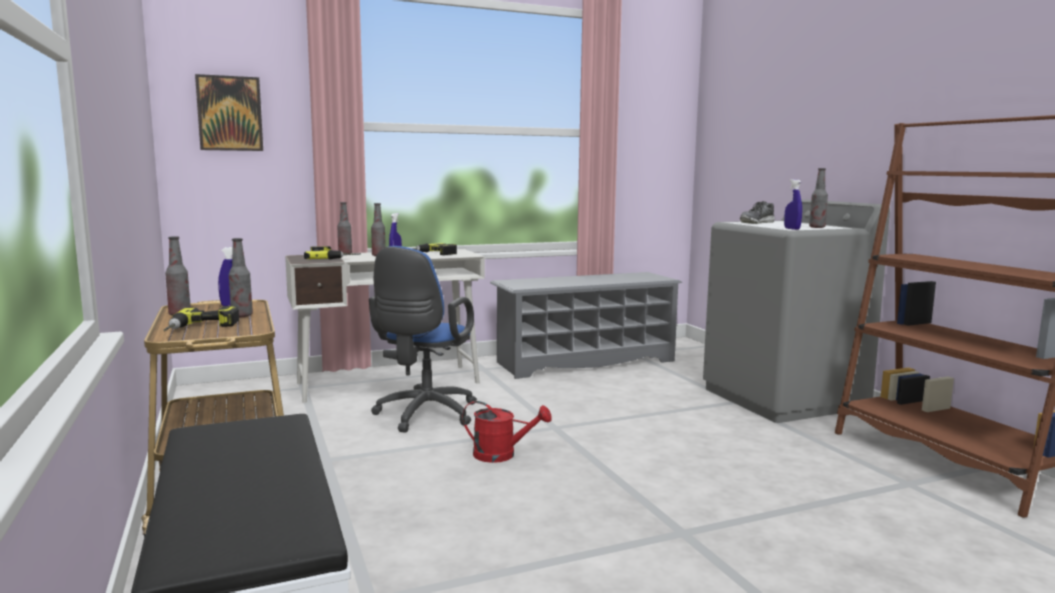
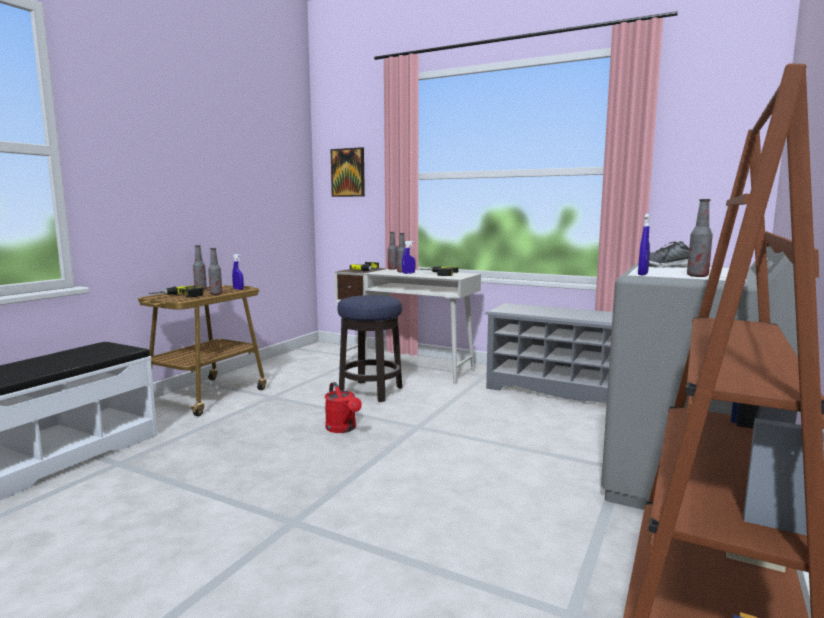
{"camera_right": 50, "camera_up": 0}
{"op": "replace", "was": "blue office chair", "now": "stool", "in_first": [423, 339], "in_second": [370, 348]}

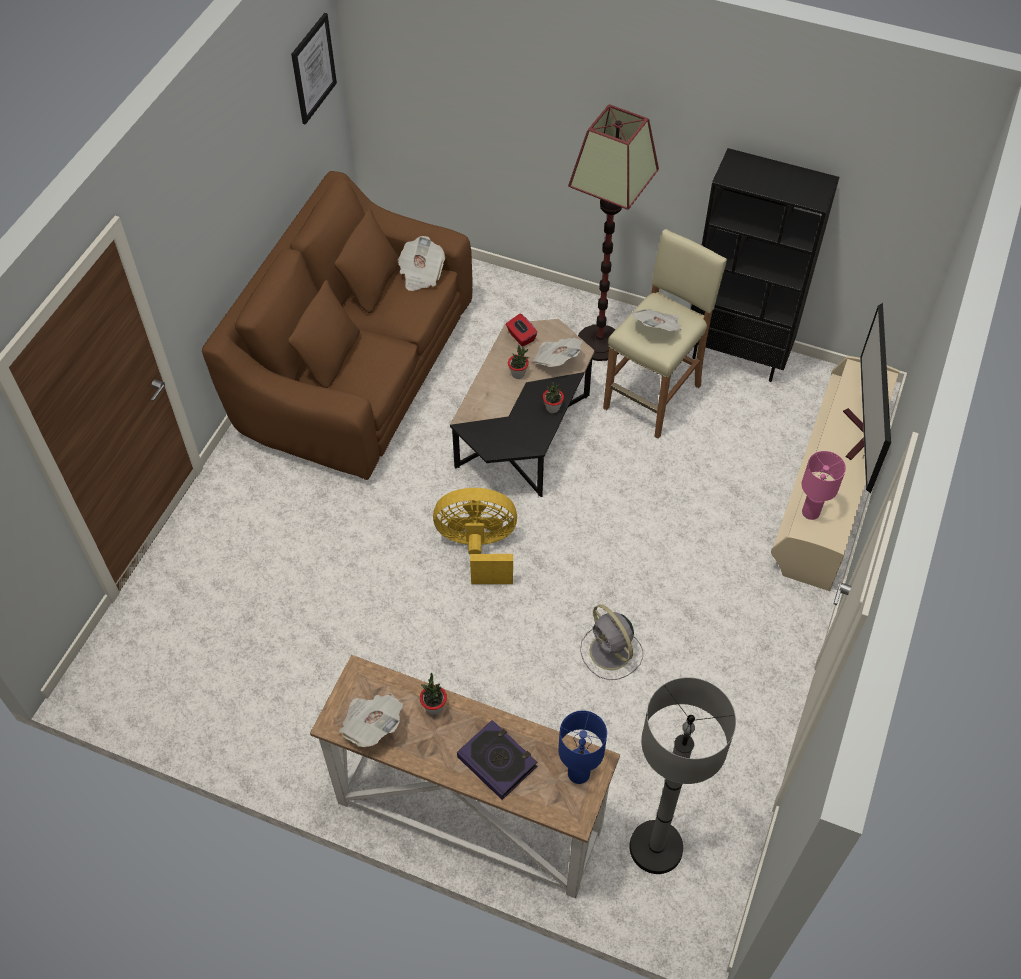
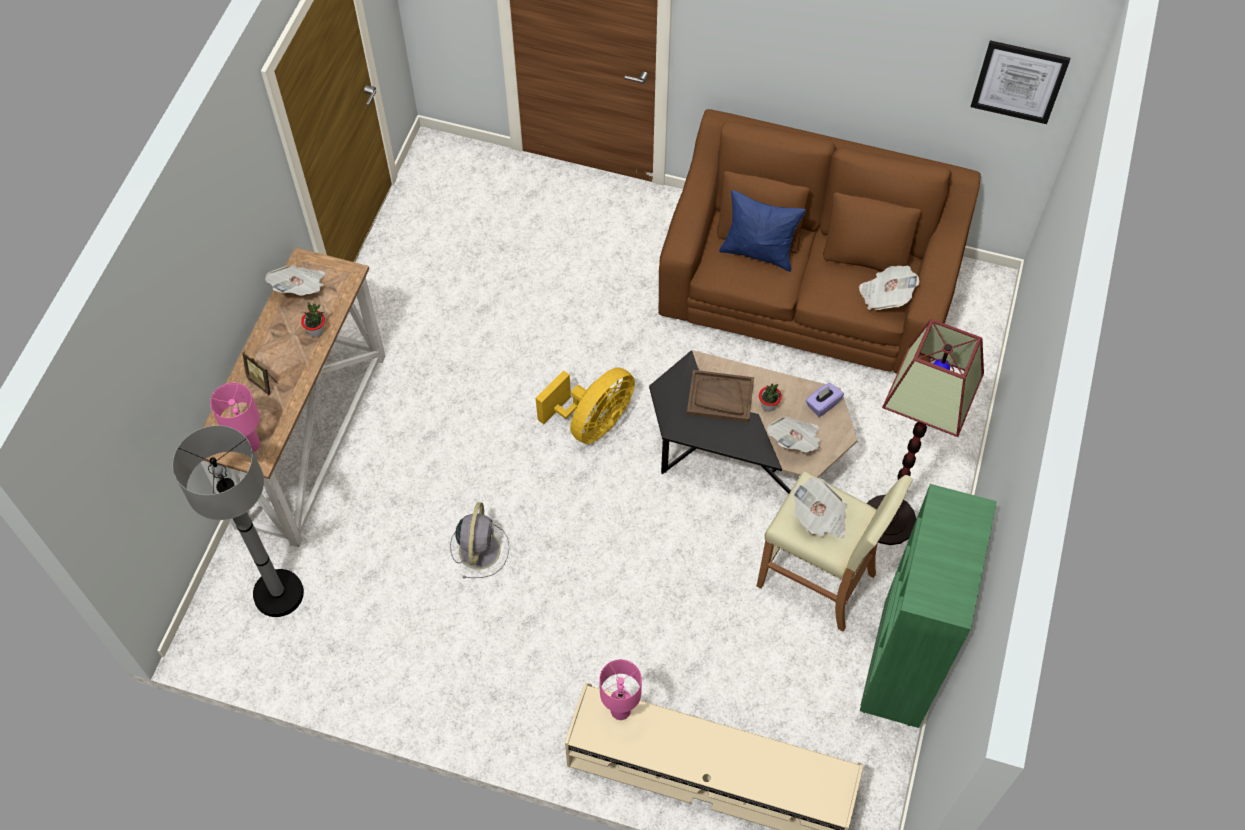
{"camera_right": 85, "camera_up": 5}
{"op": "delete", "was": "potted plant", "in_first": [553, 397]}
{"op": "delete", "was": "television", "in_first": [867, 398]}
{"op": "insert", "now": "brown tray", "in_second": [720, 396]}
{"op": "insert", "now": "blue pillow", "in_second": [762, 231]}
{"op": "replace", "was": "book", "now": "picture frame", "in_first": [497, 760], "in_second": [260, 373]}
{"op": "recolor", "was": "red tissue box", "now": "purple tissue box", "in_first": [521, 330], "in_second": [825, 400]}
{"op": "recolor", "was": "blue table lamp", "now": "pink table lamp", "in_first": [582, 747], "in_second": [235, 417]}
{"op": "recolor", "was": "black bookcase", "now": "green bookcase", "in_first": [765, 265], "in_second": [928, 606]}
{"op": "rotate", "was": "yellow fan", "in_first": [475, 536], "in_second": [585, 406], "clockwise": 45}
{"op": "rotate", "was": "grey fan", "in_first": [611, 642], "in_second": [479, 540], "clockwise": 135}

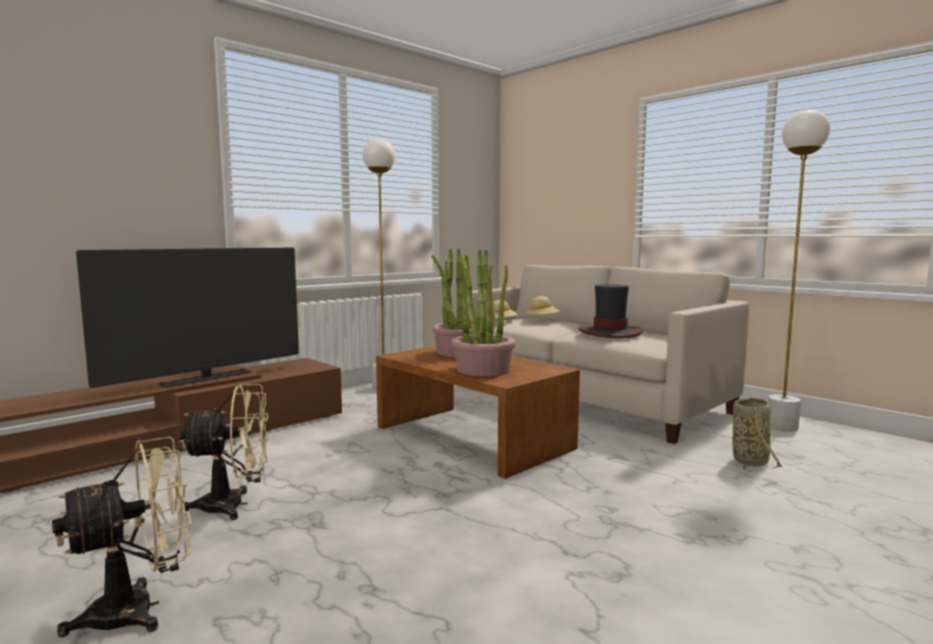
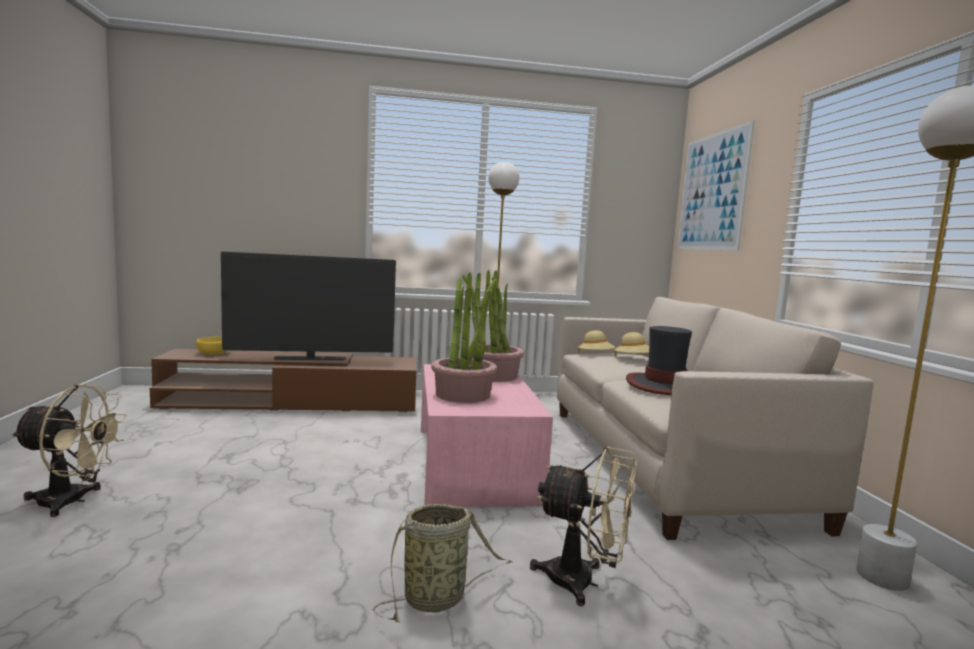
{"camera_right": 35, "camera_up": 0}
{"op": "insert", "now": "yellow bowl", "in_second": [211, 346]}
{"op": "insert", "now": "picture", "in_second": [716, 185]}
{"op": "move", "was": "beige fan", "in_first": [224, 452], "in_second": [583, 526]}
{"op": "move", "was": "basket", "in_first": [757, 434], "in_second": [443, 563]}
{"op": "recolor", "was": "brown coffee table", "now": "pink coffee table", "in_first": [478, 412], "in_second": [487, 435]}

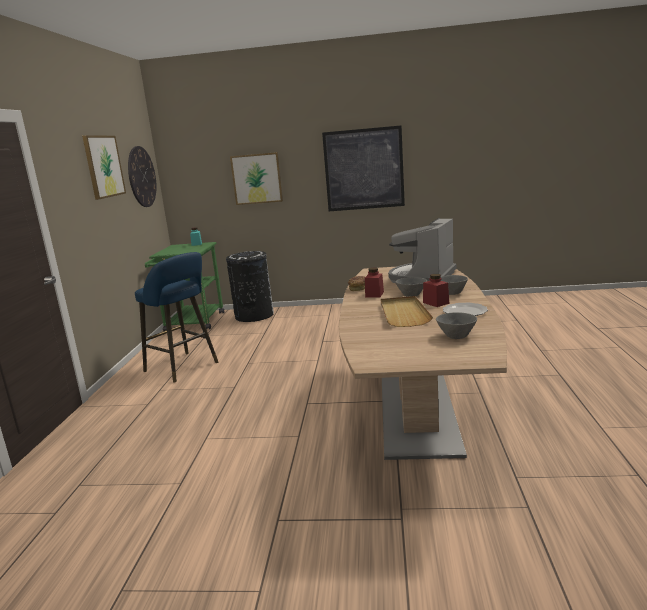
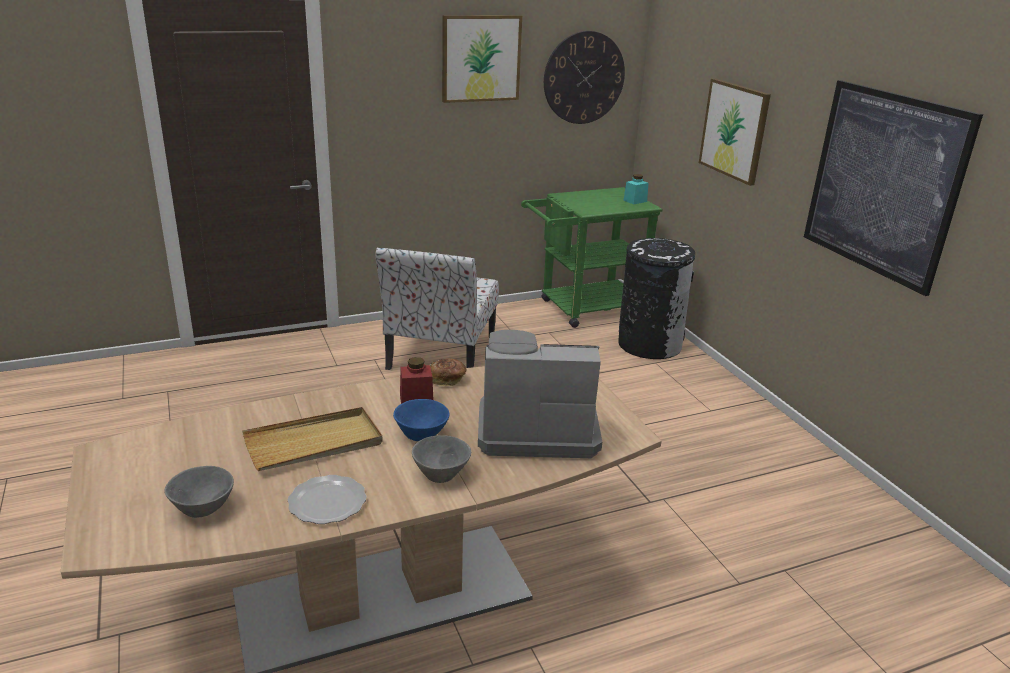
{"camera_right": 60, "camera_up": 10}
{"op": "delete", "was": "red jar", "in_first": [436, 290]}
{"op": "replace", "was": "blue stool", "now": "chair", "in_first": [176, 317], "in_second": [437, 308]}
{"op": "recolor", "was": "grey bowl", "now": "blue bowl", "in_first": [411, 287], "in_second": [421, 420]}

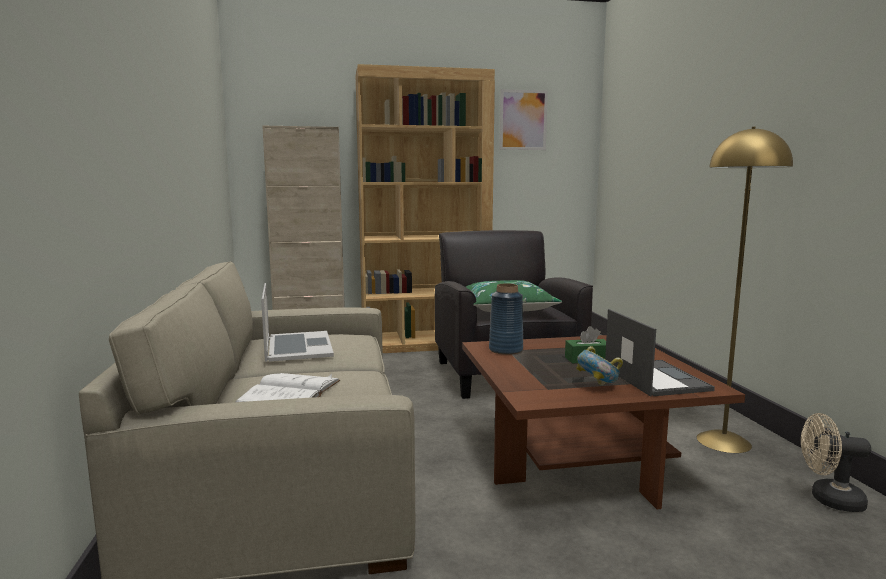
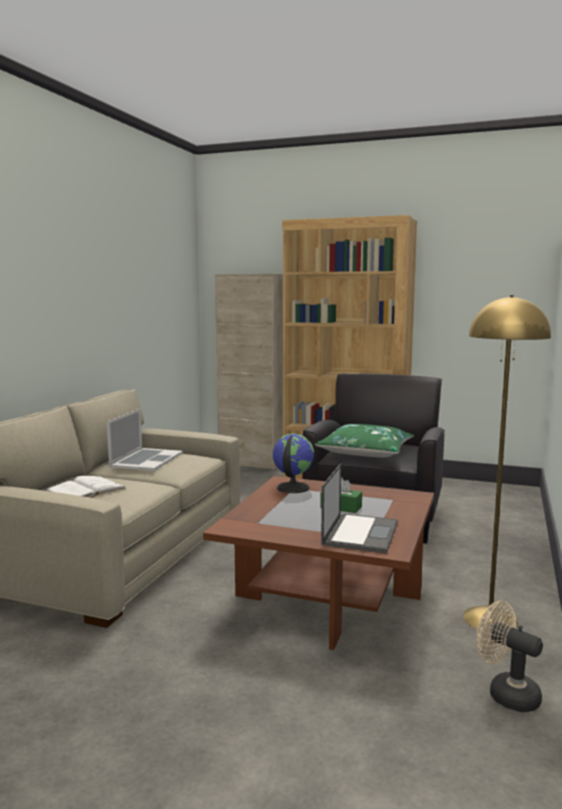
{"camera_right": 30, "camera_up": 0}
{"op": "delete", "was": "picture", "in_first": [524, 119]}
{"op": "delete", "was": "bowl", "in_first": [599, 366]}
{"op": "replace", "was": "blue vase", "now": "globe", "in_first": [506, 319], "in_second": [293, 463]}

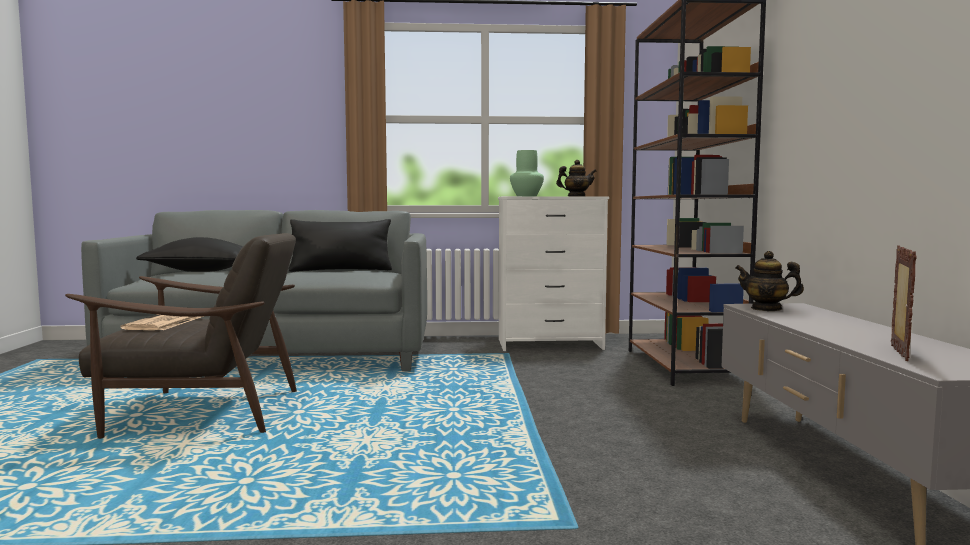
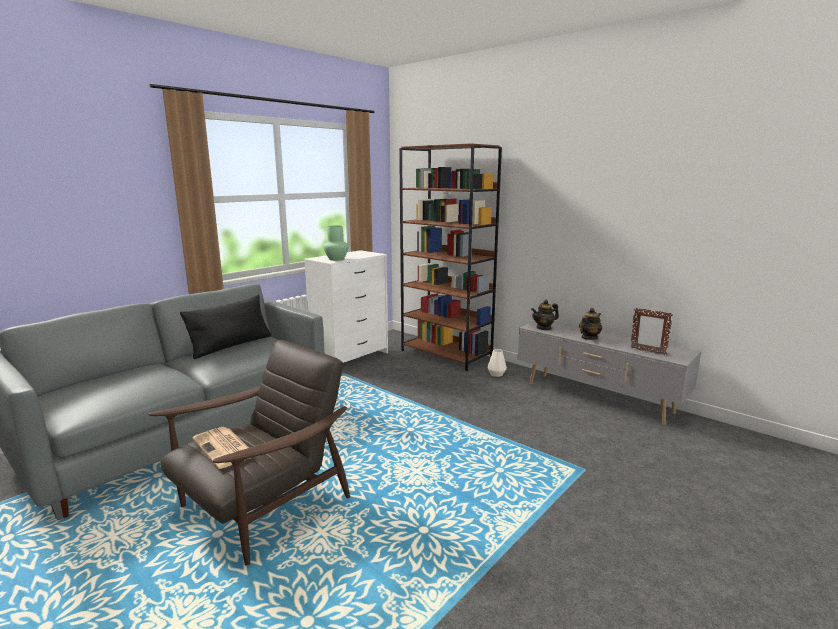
{"camera_right": -45, "camera_up": 10}
{"op": "delete", "was": "black pillow", "in_first": [189, 254]}
{"op": "insert", "now": "white vase", "in_second": [497, 363]}
{"op": "move", "was": "teapot", "in_first": [576, 178], "in_second": [590, 324]}
{"op": "rotate", "was": "picture frame", "in_first": [904, 303], "in_second": [651, 331], "clockwise": 150}

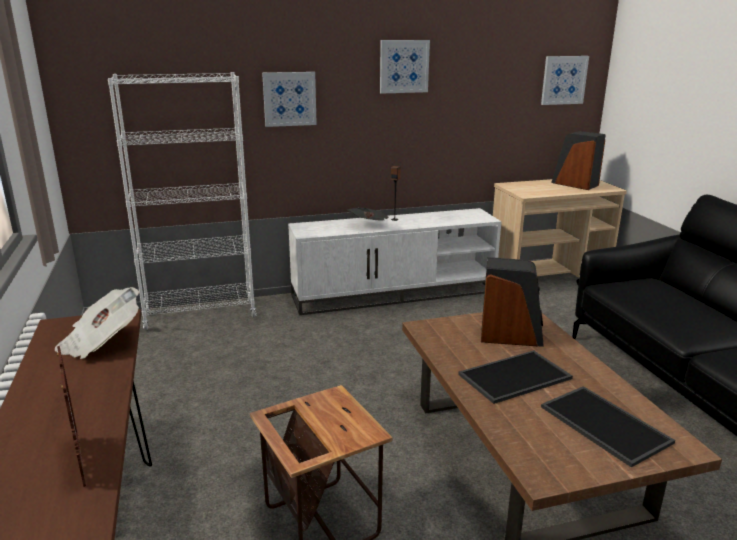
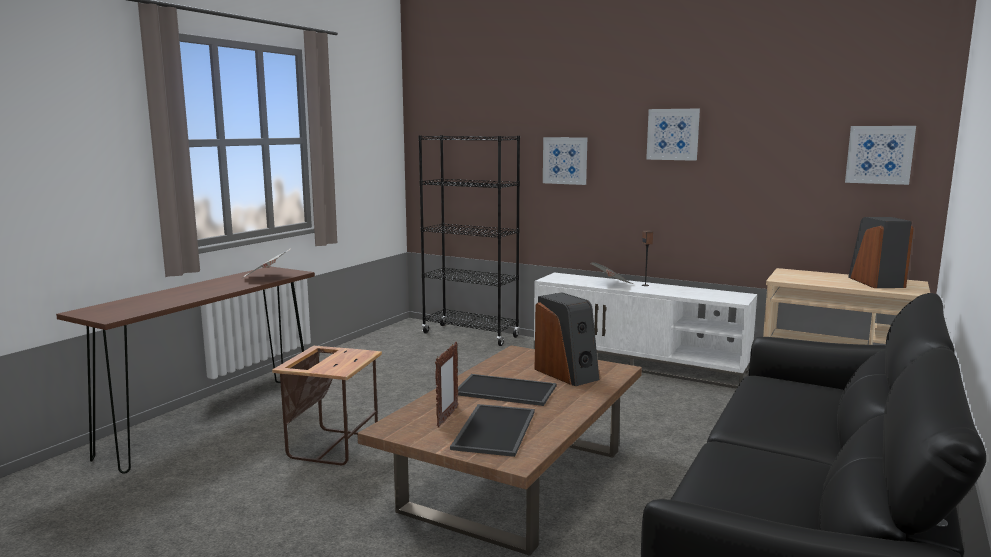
{"camera_right": 45, "camera_up": -10}
{"op": "move", "was": "picture frame", "in_first": [71, 416], "in_second": [446, 384]}
{"op": "recolor", "was": "white bookcase", "now": "black bookcase", "in_first": [182, 201], "in_second": [469, 240]}

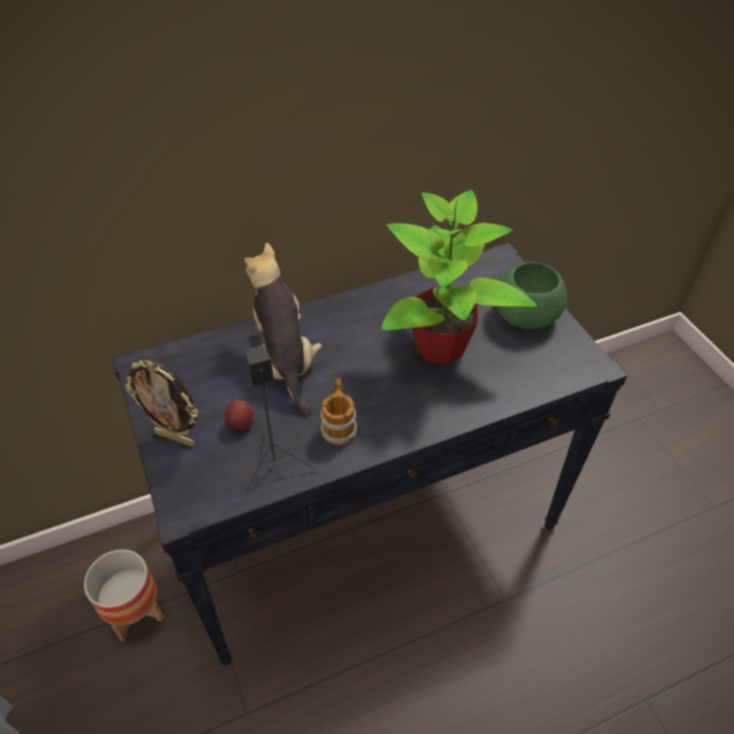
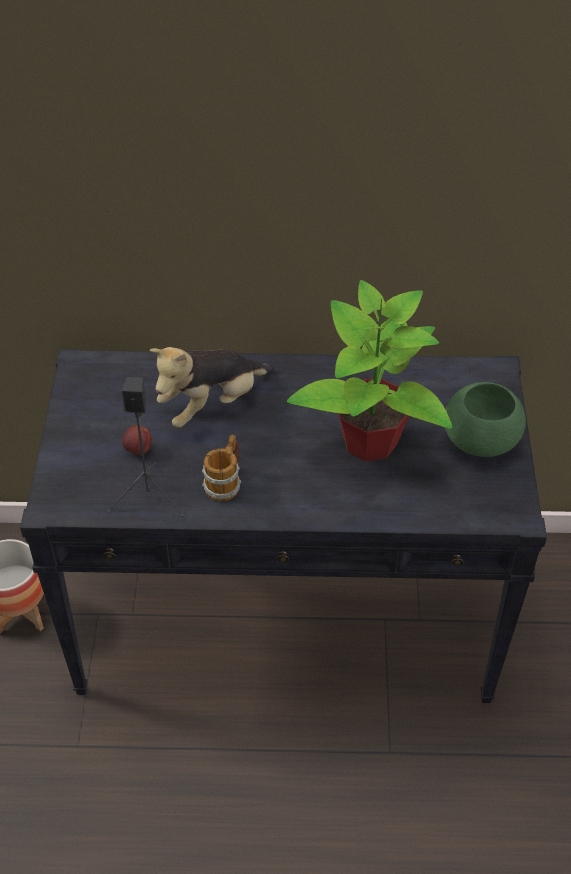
{"camera_right": 25, "camera_up": 0}
{"op": "delete", "was": "picture frame", "in_first": [161, 403]}
{"op": "rotate", "was": "plush toy", "in_first": [283, 329], "in_second": [210, 387], "clockwise": -135}

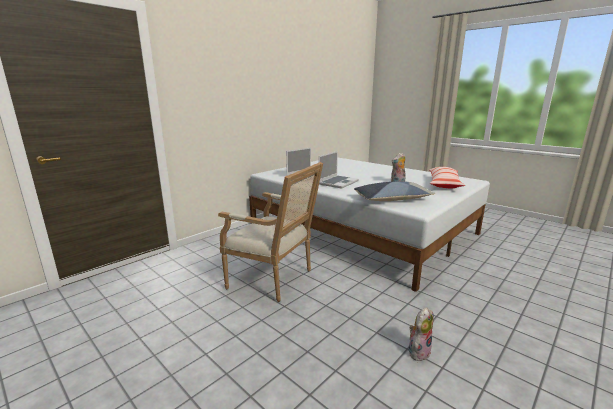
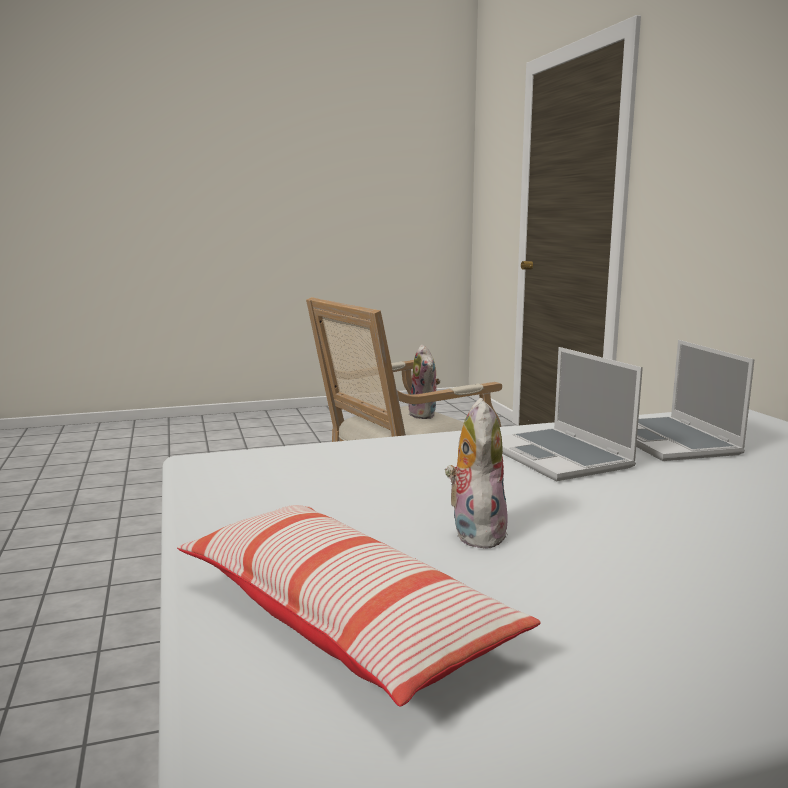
{"camera_right": 120, "camera_up": -5}
{"op": "delete", "was": "pillow", "in_first": [394, 191]}
{"op": "move", "was": "plush toy", "in_first": [421, 334], "in_second": [424, 382]}

